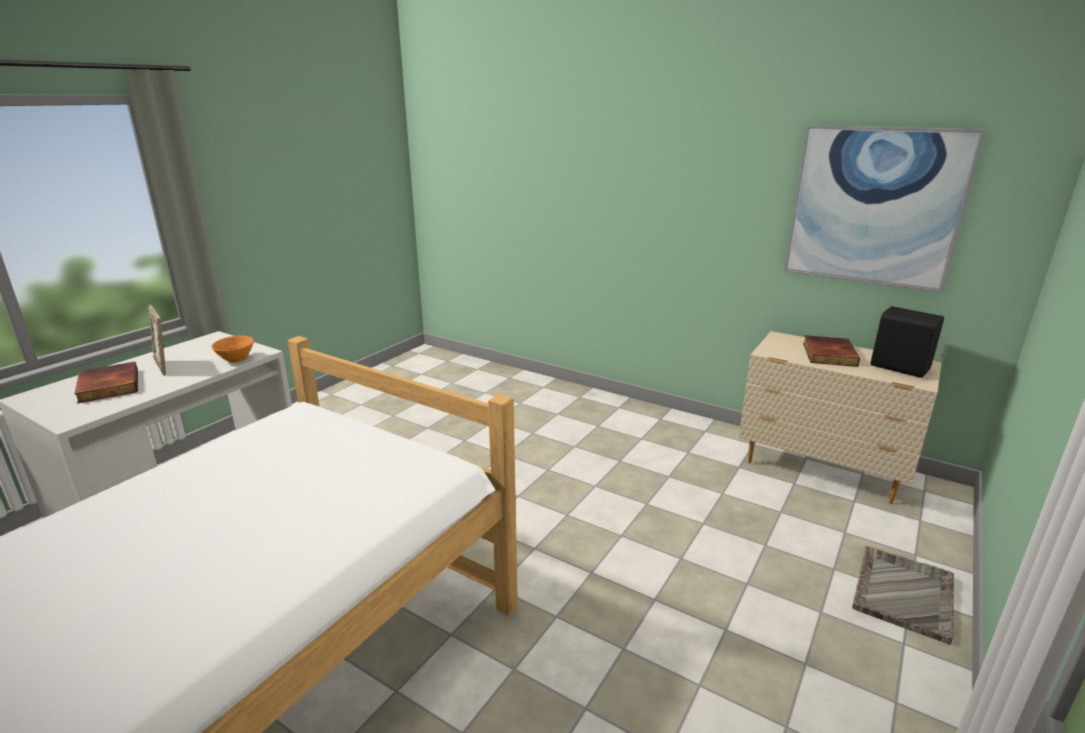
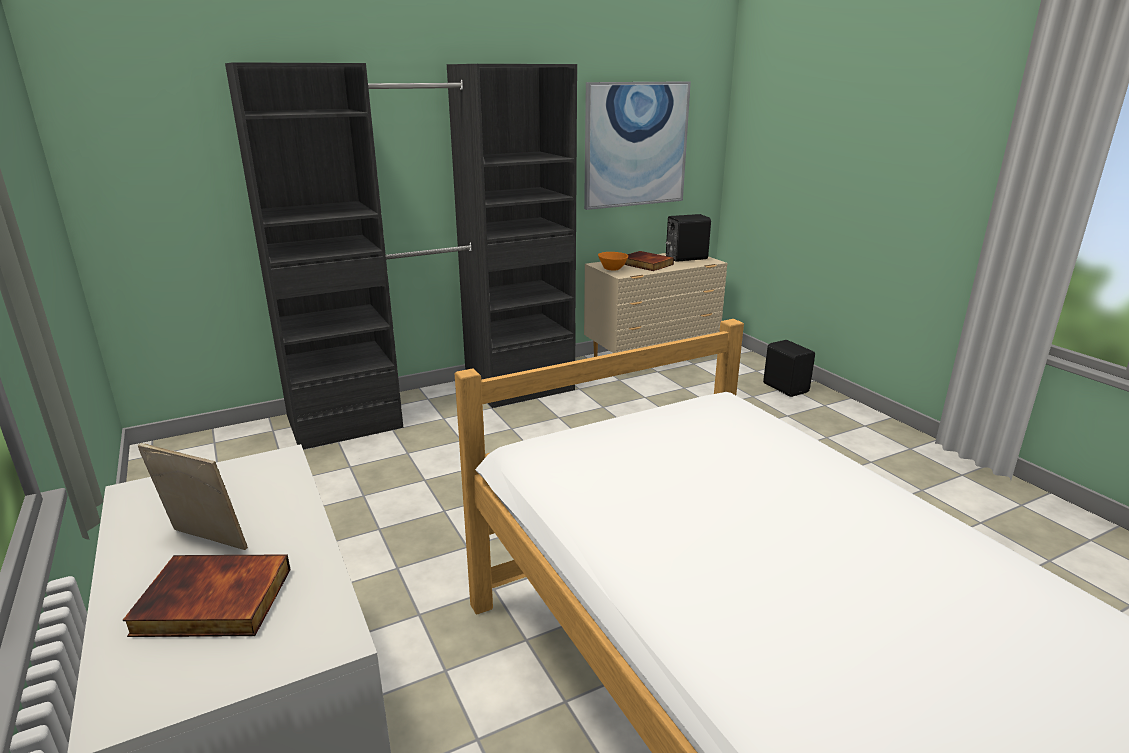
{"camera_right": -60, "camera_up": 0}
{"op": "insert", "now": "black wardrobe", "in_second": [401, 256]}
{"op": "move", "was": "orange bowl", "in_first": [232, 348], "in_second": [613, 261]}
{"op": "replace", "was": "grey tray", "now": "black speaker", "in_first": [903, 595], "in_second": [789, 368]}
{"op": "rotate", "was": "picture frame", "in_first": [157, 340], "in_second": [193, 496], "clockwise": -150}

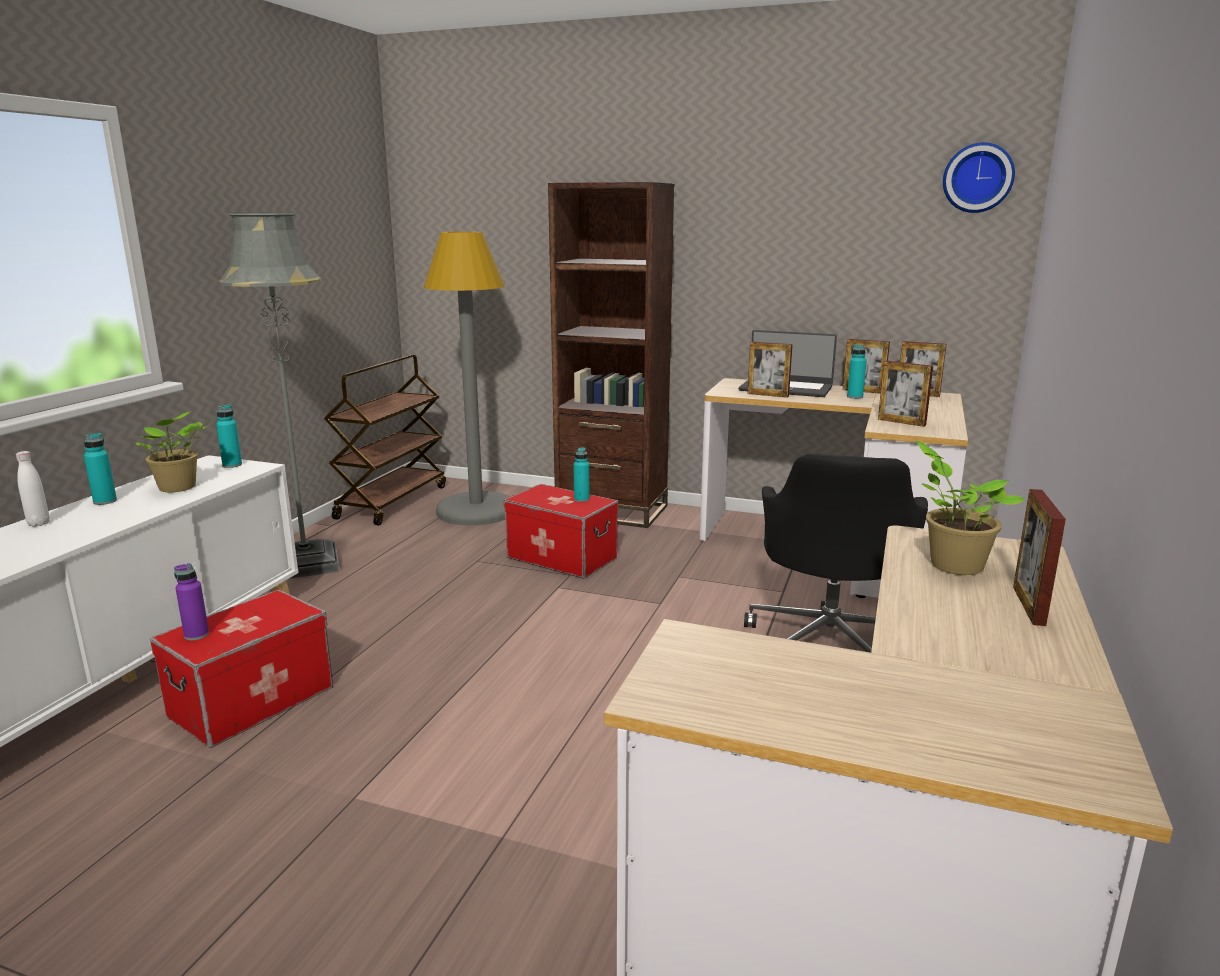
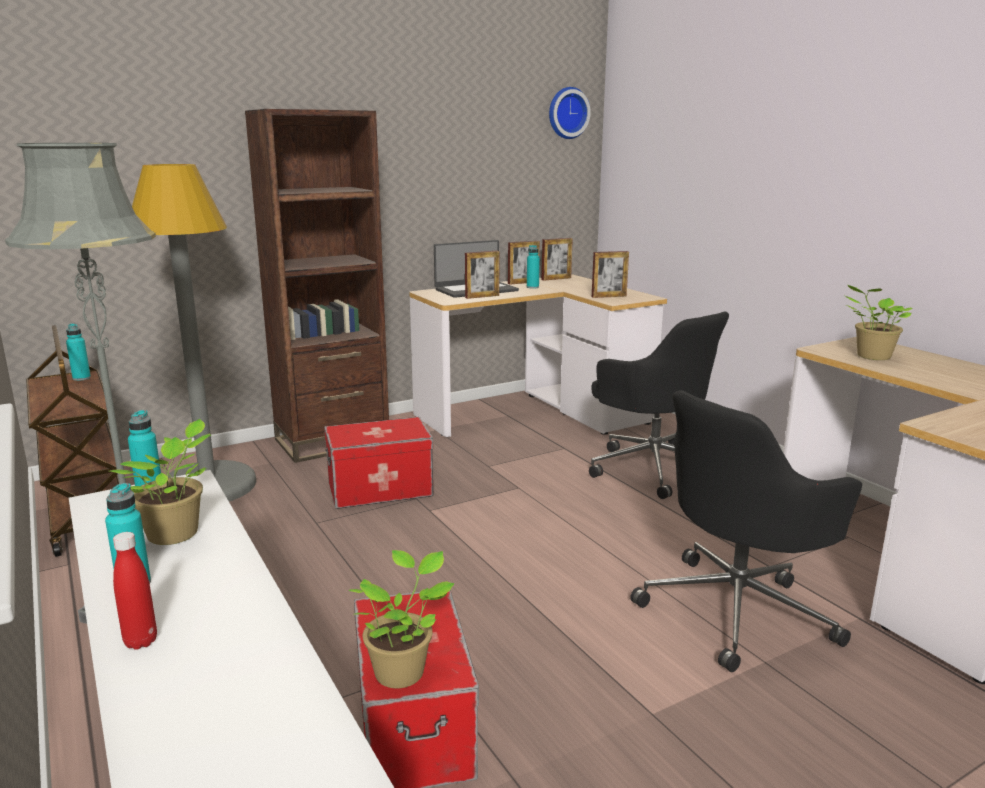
{"camera_right": -50, "camera_up": 0}
{"op": "delete", "was": "picture frame", "in_first": [1039, 557]}
{"op": "insert", "now": "black office chair", "in_second": [746, 531]}
{"op": "move", "was": "turquoise bottle", "in_first": [581, 474], "in_second": [78, 352]}
{"op": "replace", "was": "purple bottle", "now": "potted plant", "in_first": [191, 602], "in_second": [401, 619]}
{"op": "recolor", "was": "white bottle", "now": "red bottle", "in_first": [33, 489], "in_second": [135, 591]}

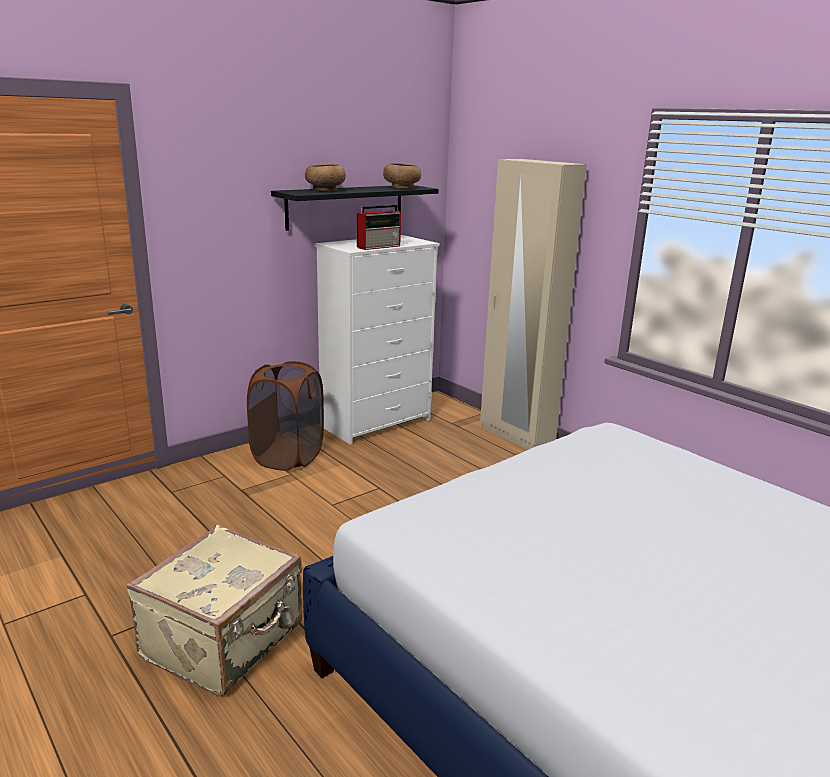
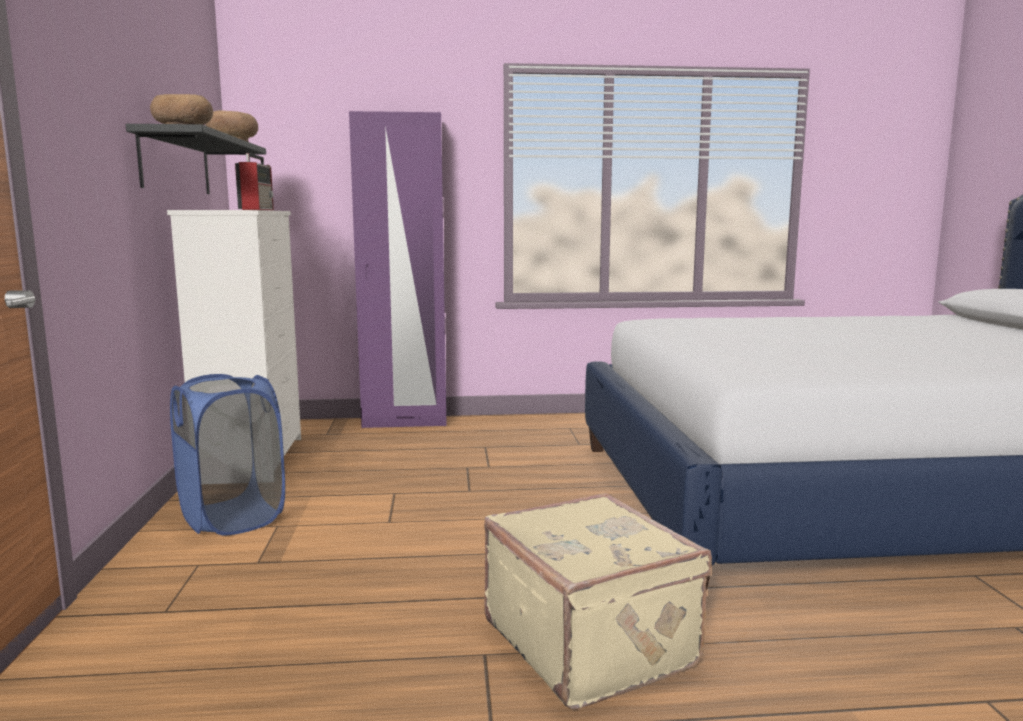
{"camera_right": -55, "camera_up": -10}
{"op": "recolor", "was": "brown laundry basket", "now": "blue laundry basket", "in_first": [285, 416], "in_second": [227, 455]}
{"op": "recolor", "was": "beige wardrobe", "now": "purple wardrobe", "in_first": [533, 304], "in_second": [397, 269]}

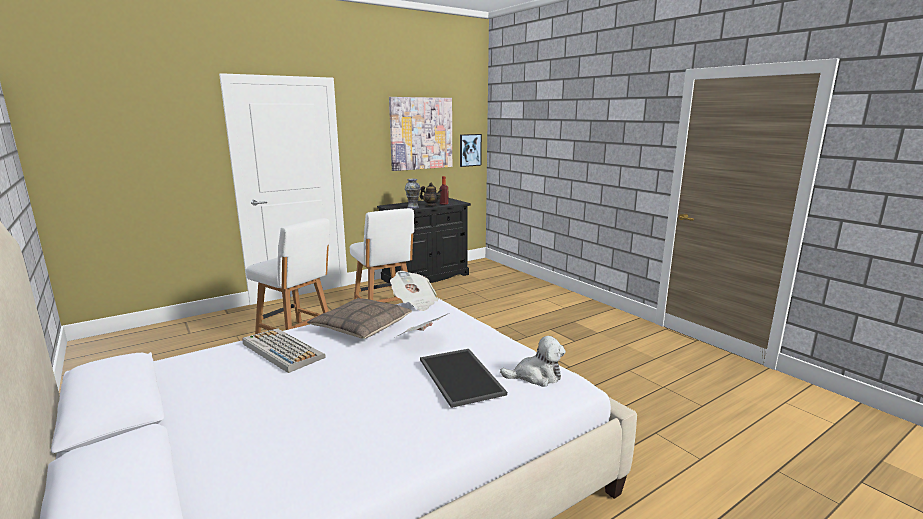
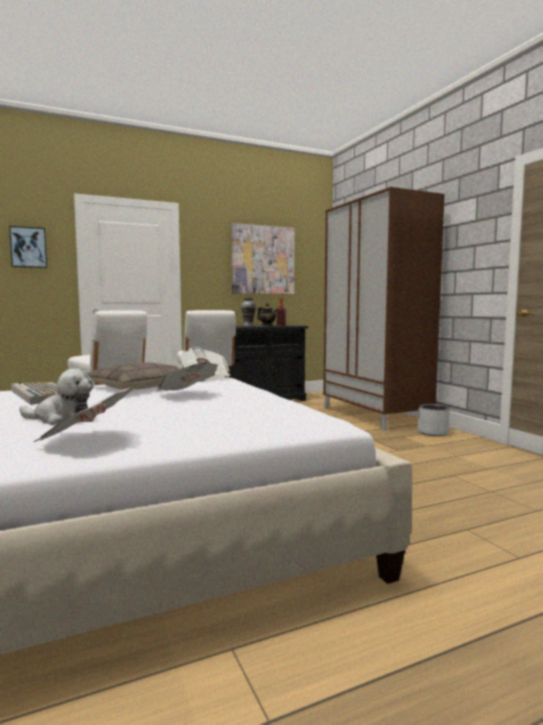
{"camera_right": 10, "camera_up": -10}
{"op": "delete", "was": "tray", "in_first": [463, 378]}
{"op": "insert", "now": "newspaper", "in_second": [83, 414]}
{"op": "insert", "now": "brown wardrobe", "in_second": [384, 309]}
{"op": "insert", "now": "grey planter", "in_second": [434, 420]}
{"op": "move", "was": "picture", "in_first": [471, 150], "in_second": [28, 247]}
{"op": "move", "was": "plush toy", "in_first": [533, 361], "in_second": [56, 397]}

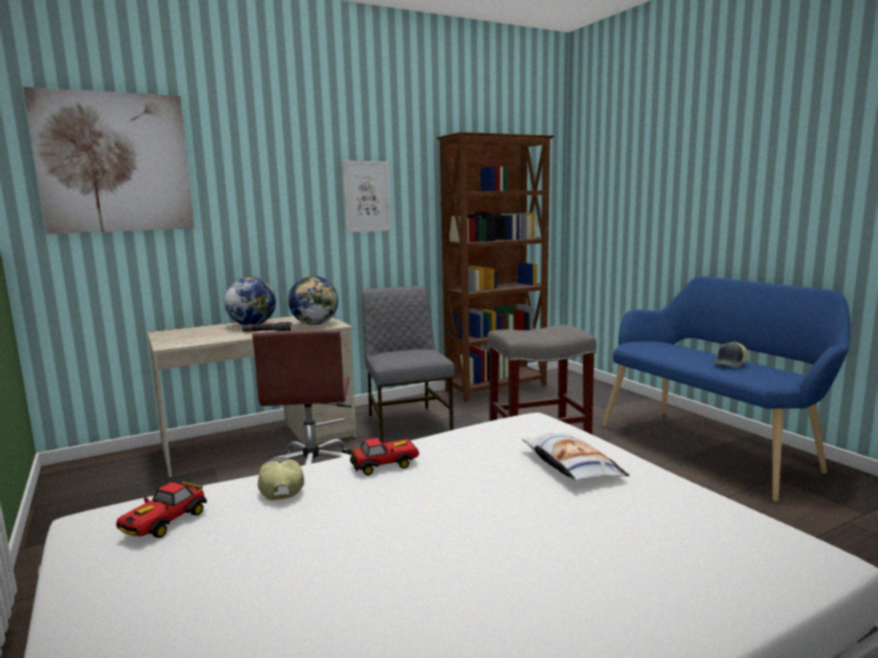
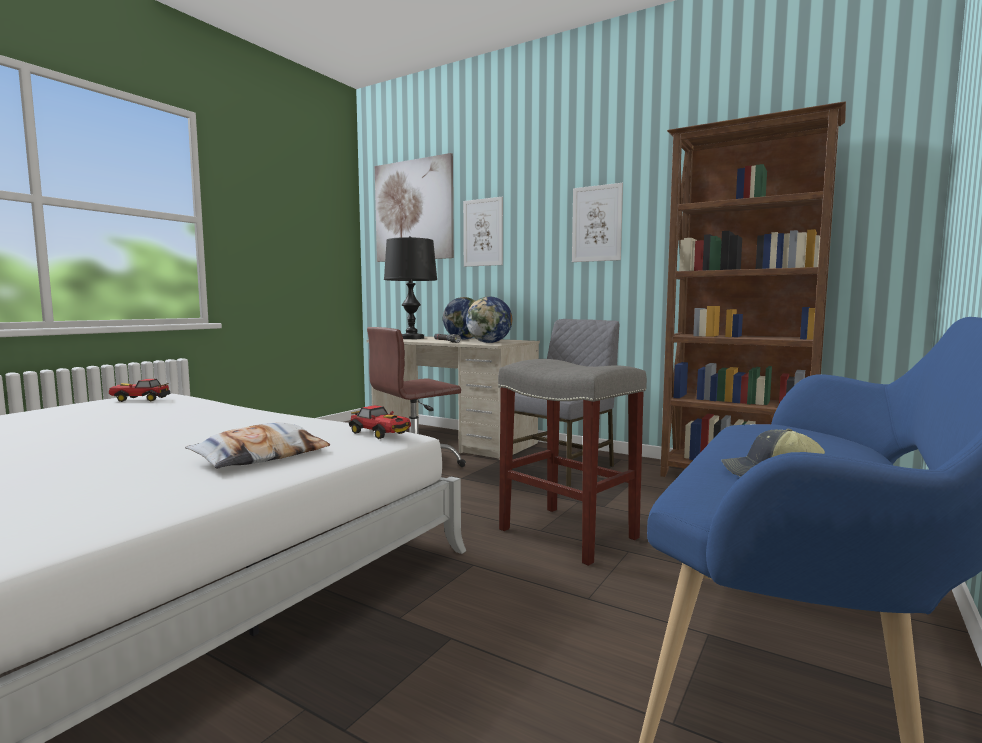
{"camera_right": 60, "camera_up": -5}
{"op": "delete", "was": "cap", "in_first": [281, 478]}
{"op": "insert", "now": "black table lamp", "in_second": [410, 287]}
{"op": "insert", "now": "picture", "in_second": [483, 232]}
{"op": "move", "was": "toy car", "in_first": [384, 457], "in_second": [380, 422]}

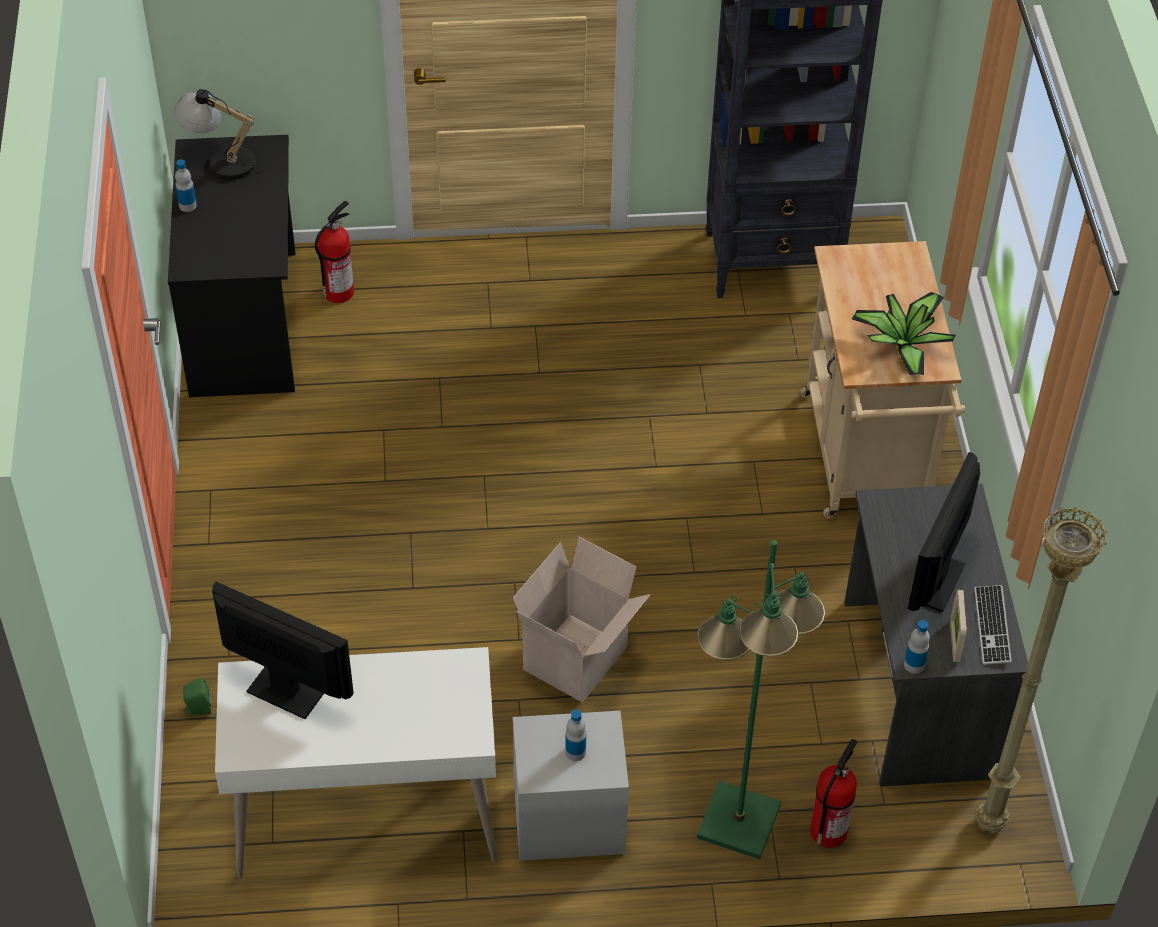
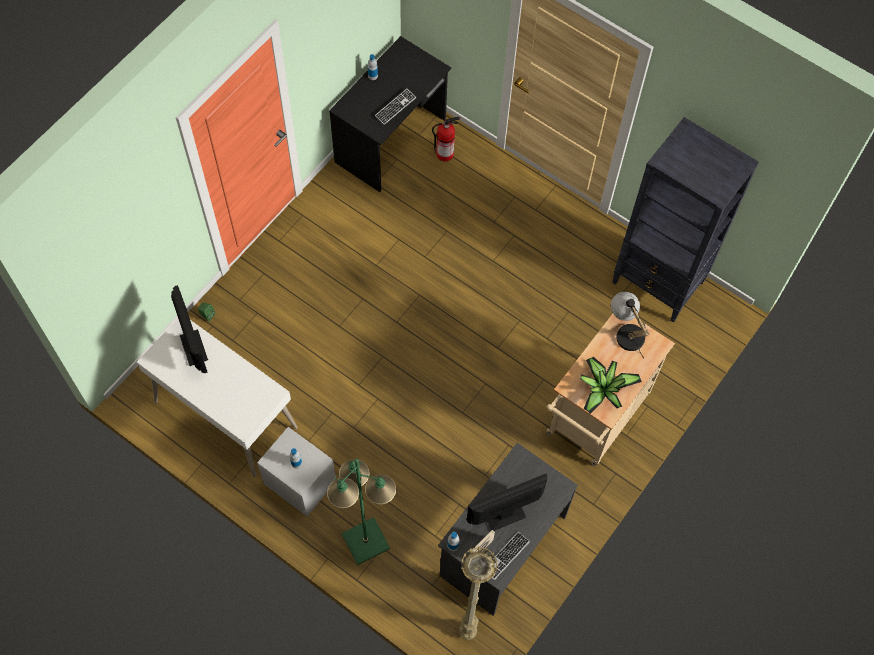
{"camera_right": 40, "camera_up": 15}
{"op": "delete", "was": "cardboard box", "in_first": [582, 620]}
{"op": "delete", "was": "fire extinguisher", "in_first": [834, 793]}
{"op": "insert", "now": "keyboard", "in_second": [395, 107]}
{"op": "move", "was": "table lamp", "in_first": [221, 134], "in_second": [630, 325]}

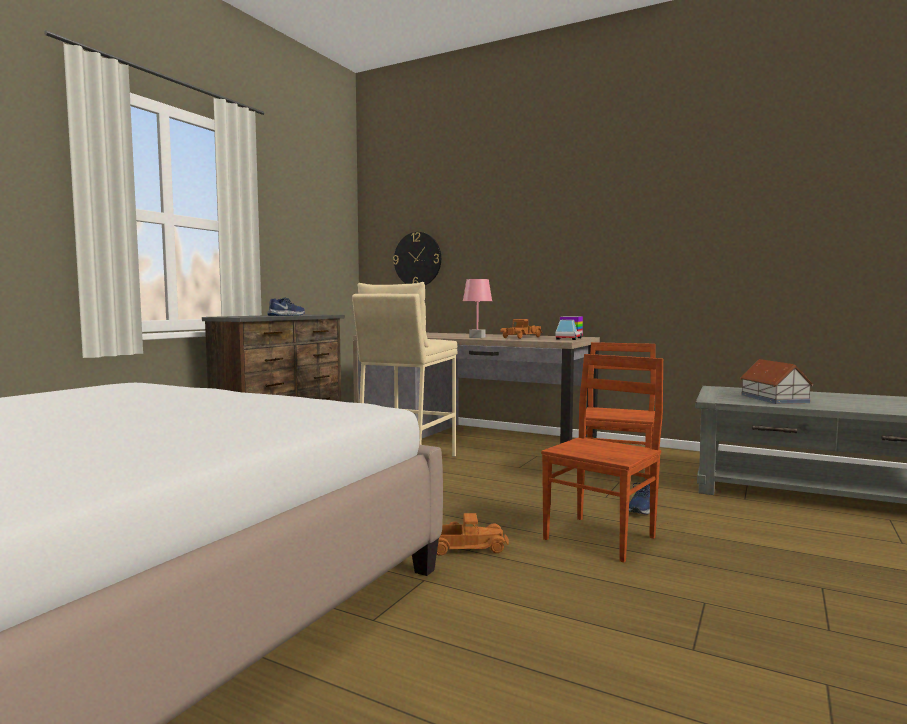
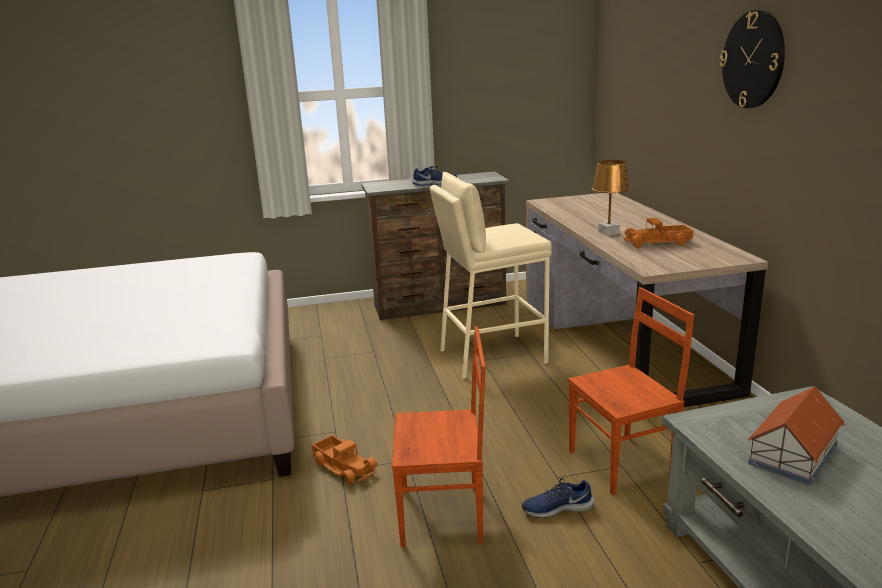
{"camera_right": 50, "camera_up": 15}
{"op": "delete", "was": "toy truck", "in_first": [569, 328]}
{"op": "move", "was": "wall clock", "in_first": [417, 258], "in_second": [752, 59]}
{"op": "recolor", "was": "pink table lamp", "now": "brown table lamp", "in_first": [477, 308], "in_second": [611, 198]}

